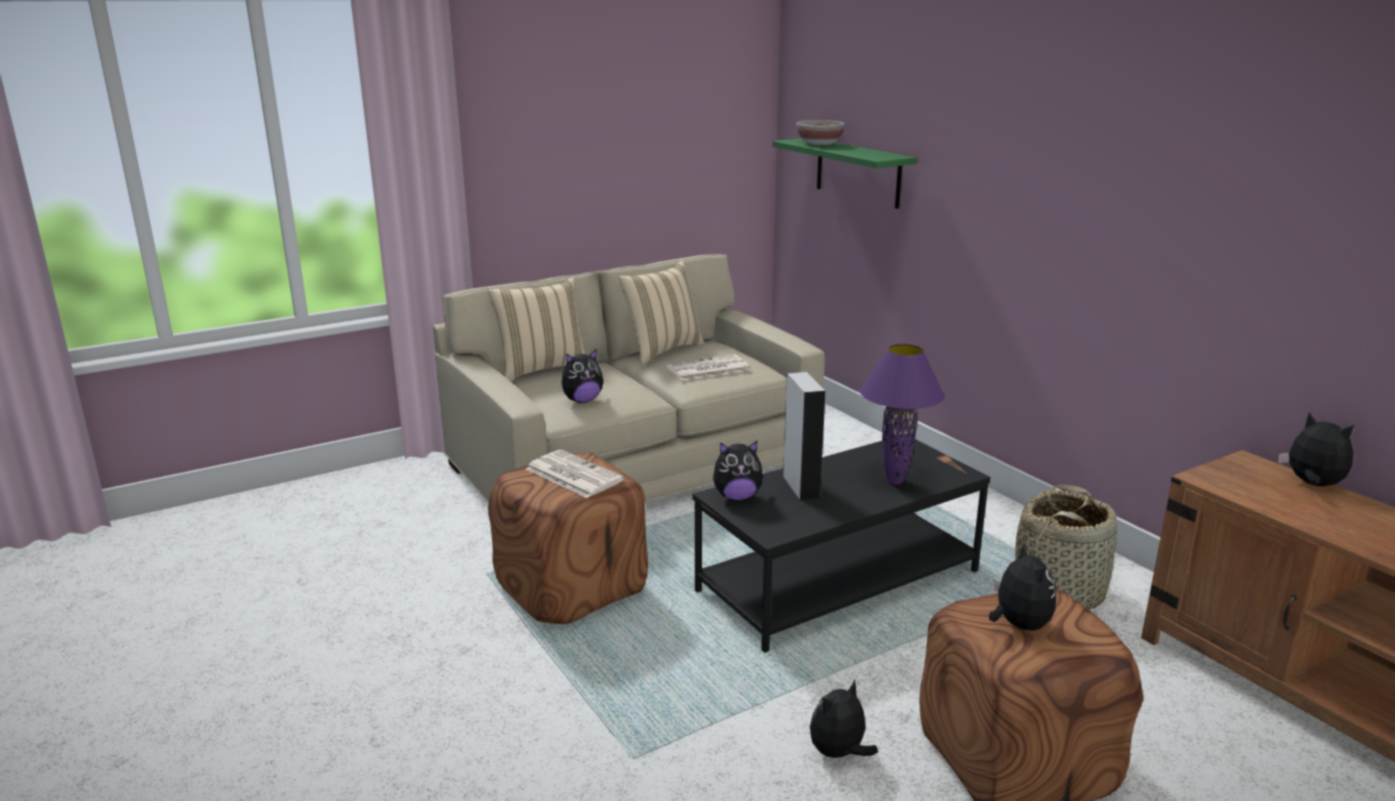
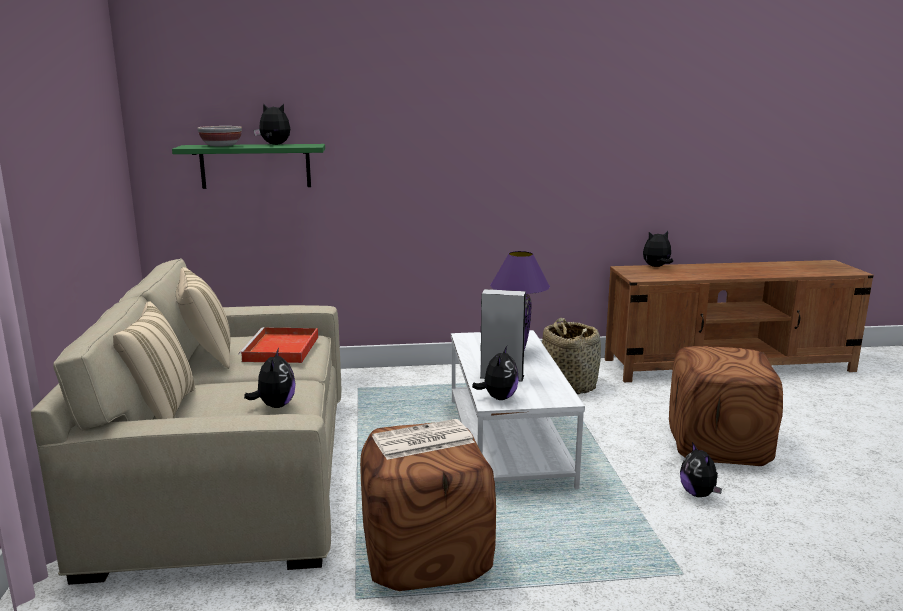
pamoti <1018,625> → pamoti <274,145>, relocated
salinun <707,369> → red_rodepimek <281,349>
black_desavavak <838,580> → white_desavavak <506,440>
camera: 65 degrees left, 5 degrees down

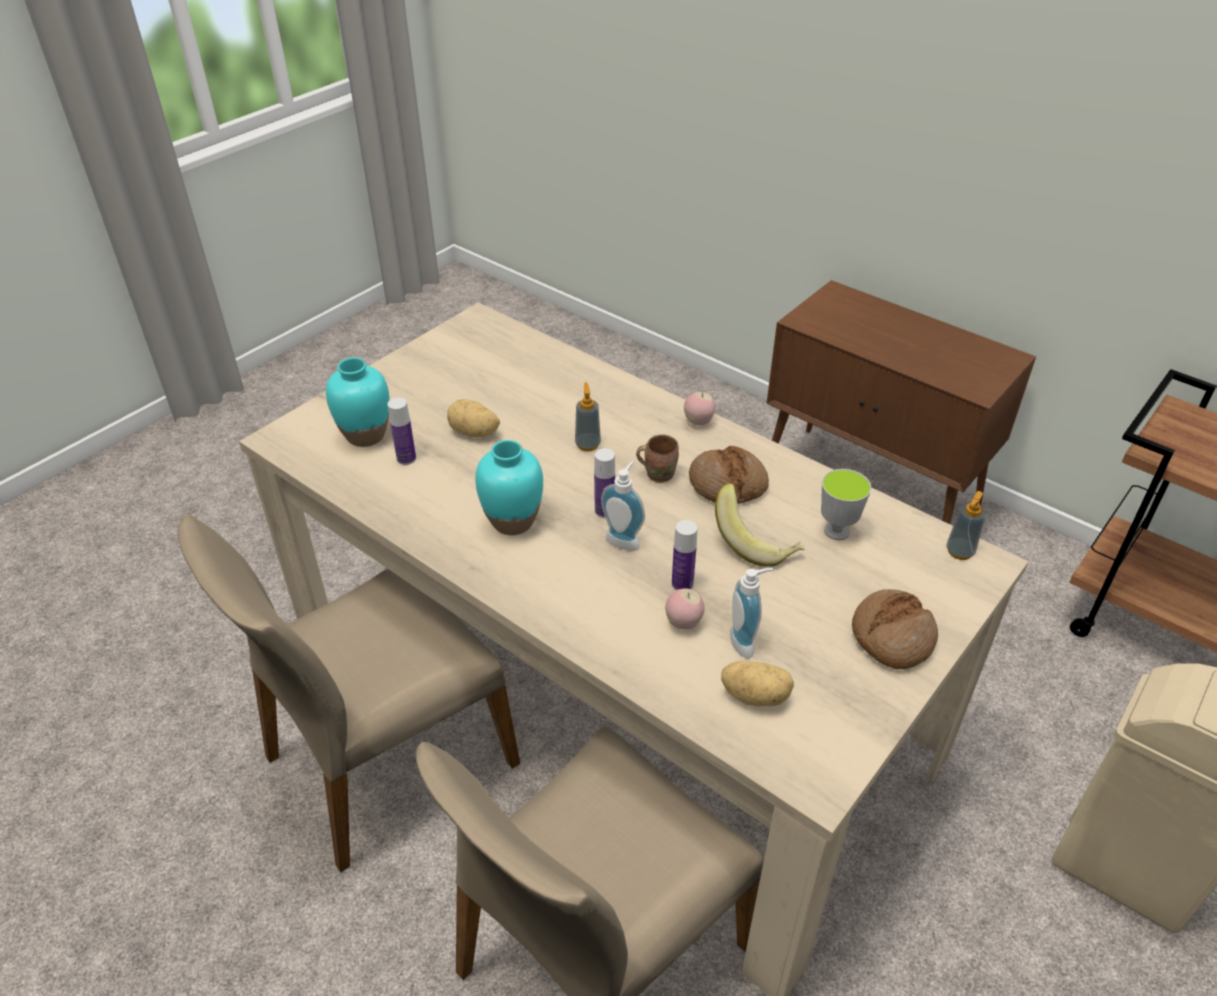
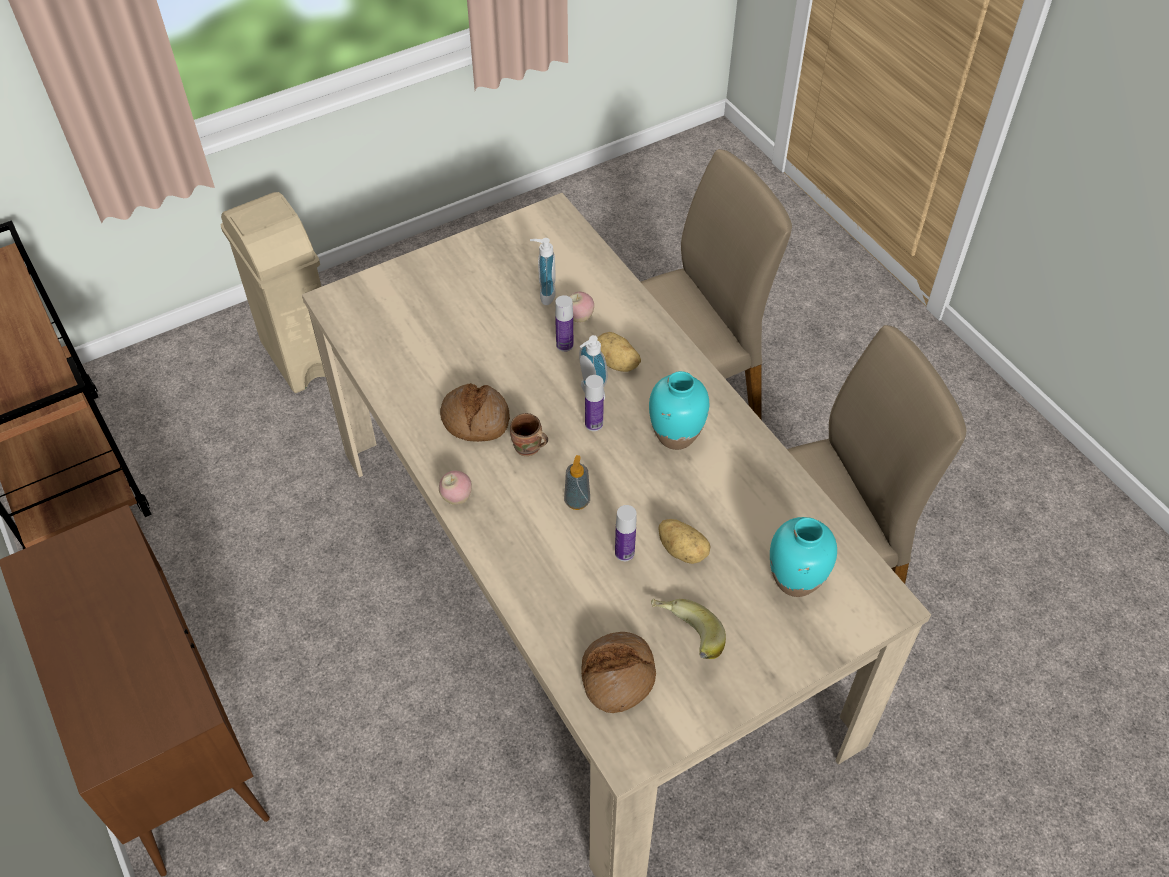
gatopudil <836,531> → -
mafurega <959,551> → -
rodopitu <406,458> → rodopitu <624,553>, relocated
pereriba <756,542> → pereriba <684,638>, relocated
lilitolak <755,695> → lilitolak <616,364>, relocated
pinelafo <891,636> → pinelafo <618,676>, relocated
camera: 160 degrees left, 10 degrees up

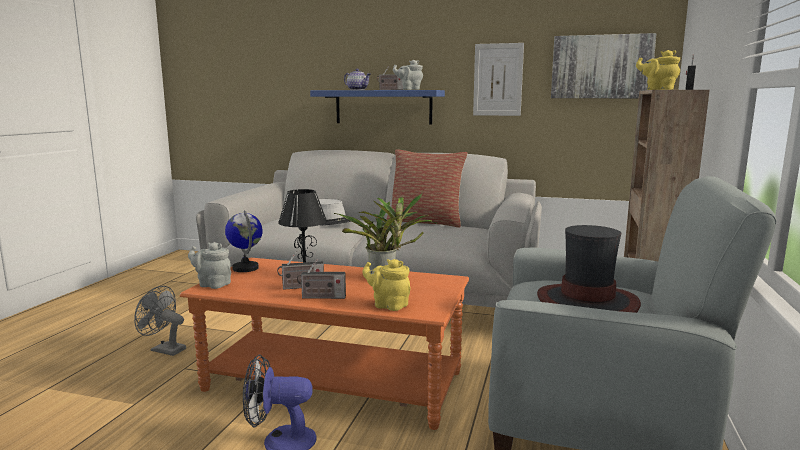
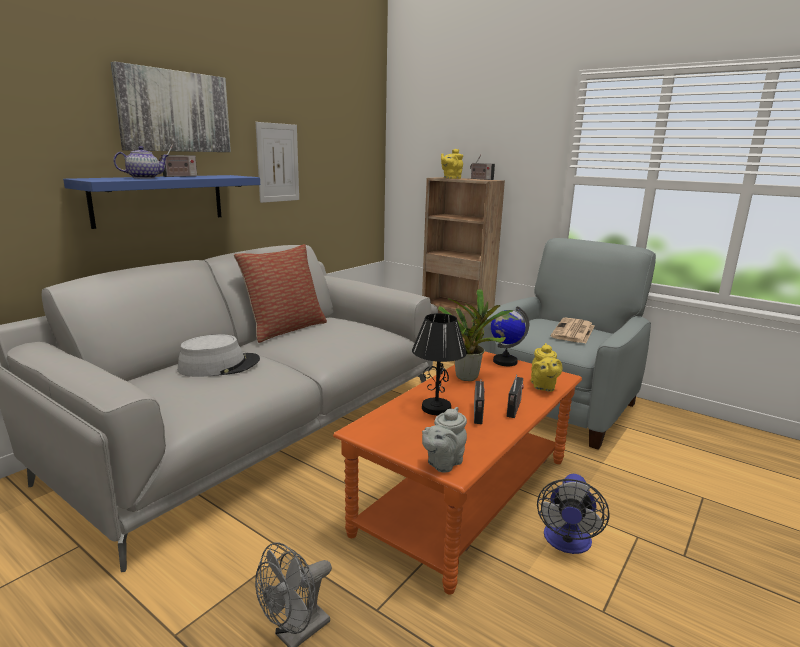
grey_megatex <409,89> → -
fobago <246,268> → fobago <504,361>, relocated
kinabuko <601,67> → kinabuko <174,111>, relocated
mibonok <587,303> → salinun <573,331>
yellow_megatex <388,305> → yellow_megatex <543,387>, 45 degrees counterclockwise
camera: 70 degrees left, 5 degrees up

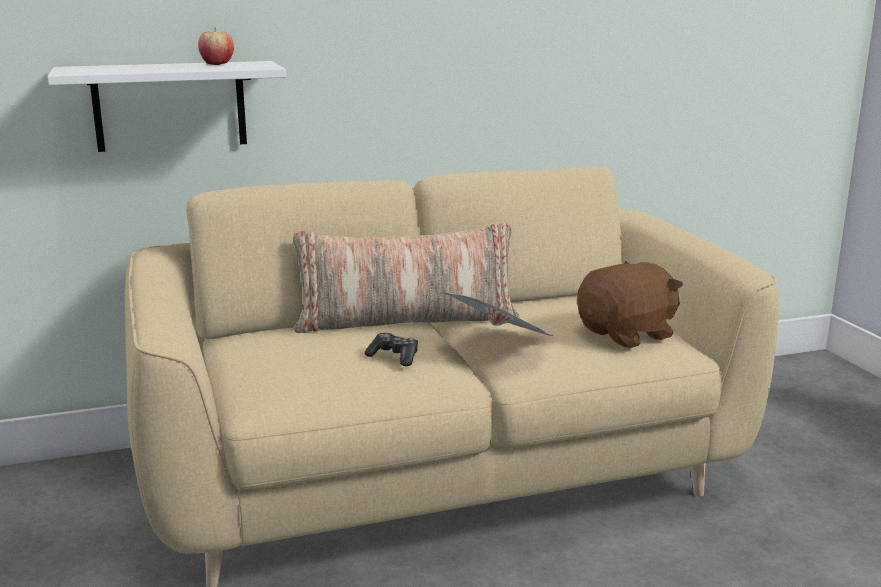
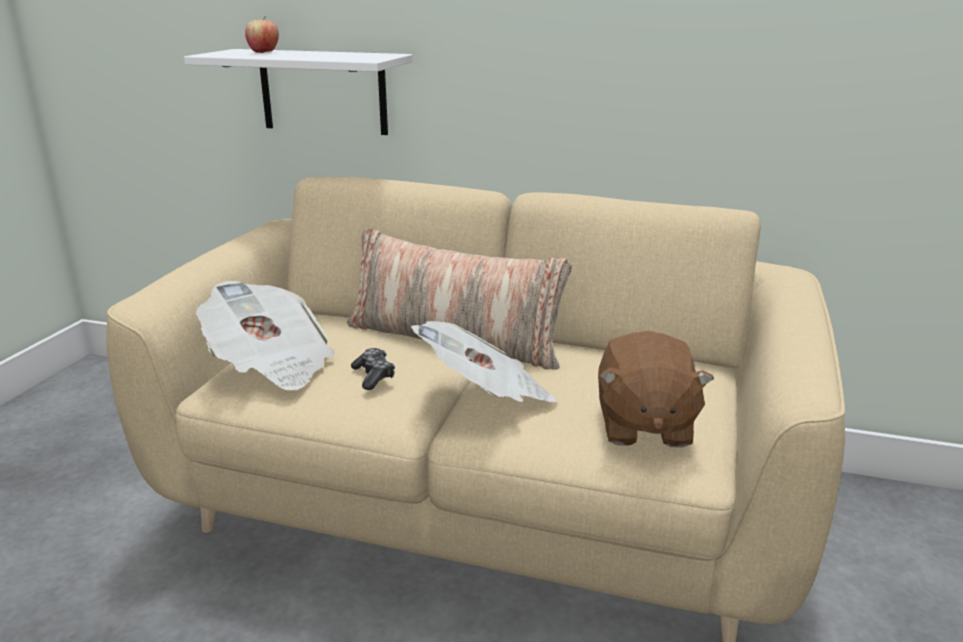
- → salinun <271,365>
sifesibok <217,64> → sifesibok <264,52>, relocated
brown_pamoti <628,334> → brown_pamoti <643,426>, 90 degrees clockwise
camera: 35 degrees right, 5 degrees up

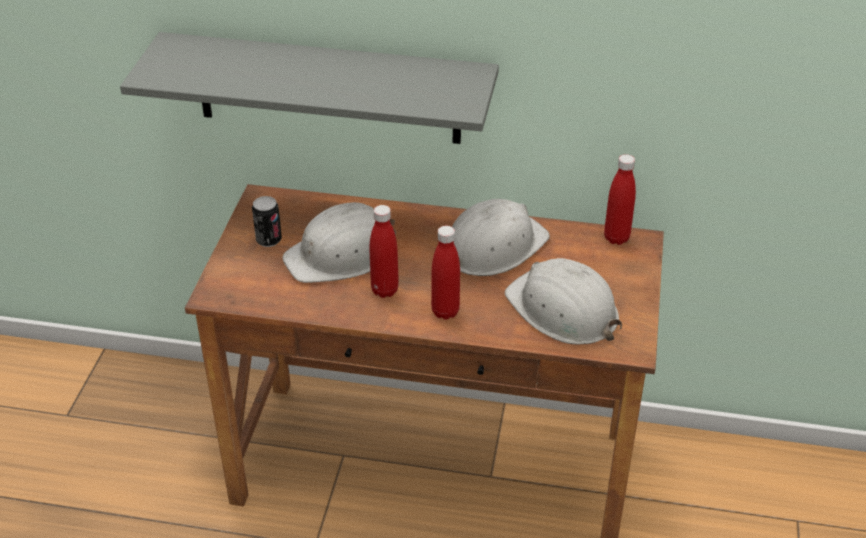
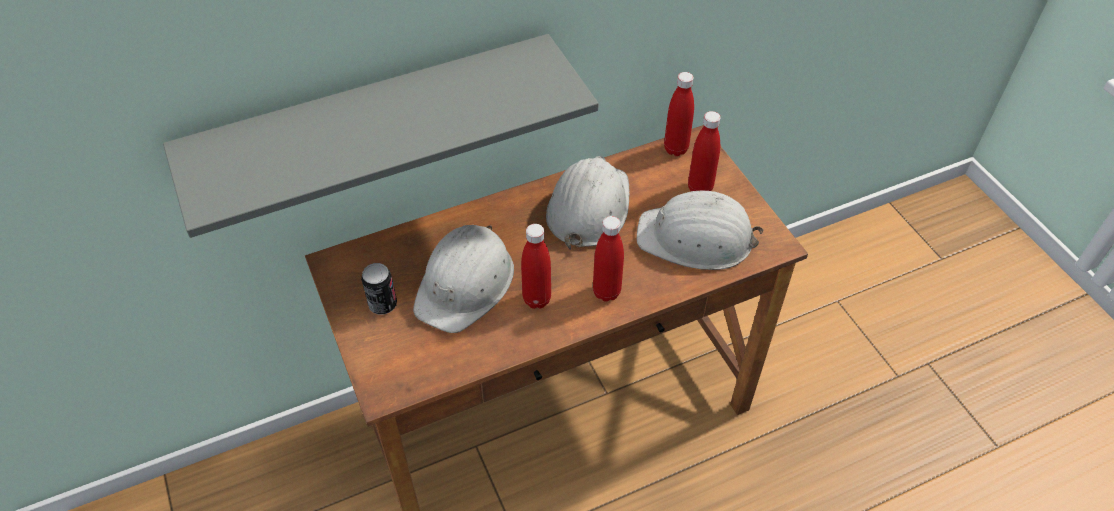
- → red_rodopitu <700,188>
camera: 35 degrees left, 10 degrees up

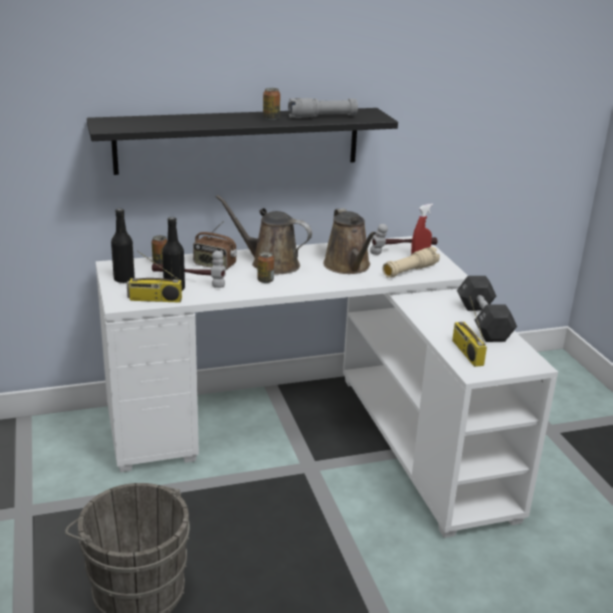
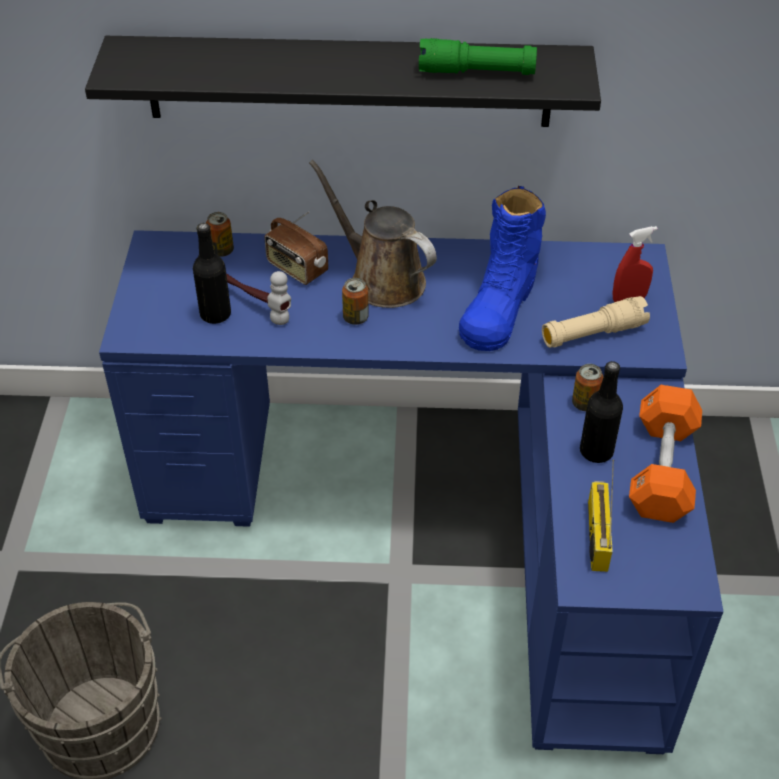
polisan <154,299> → -
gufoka <403,250> → -
black_rodopitu <124,279> → black_rodopitu <596,451>, relocated
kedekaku <271,118> → kedekaku <585,403>, relocated
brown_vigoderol <348,266> → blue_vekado <499,306>
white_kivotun <321,432> → blue_kivotun <443,514>
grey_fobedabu <322,117> → green_fobedabu <476,72>
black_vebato <483,322> → orange_vebato <662,469>
camera: 20 degrees right, 20 degrees up

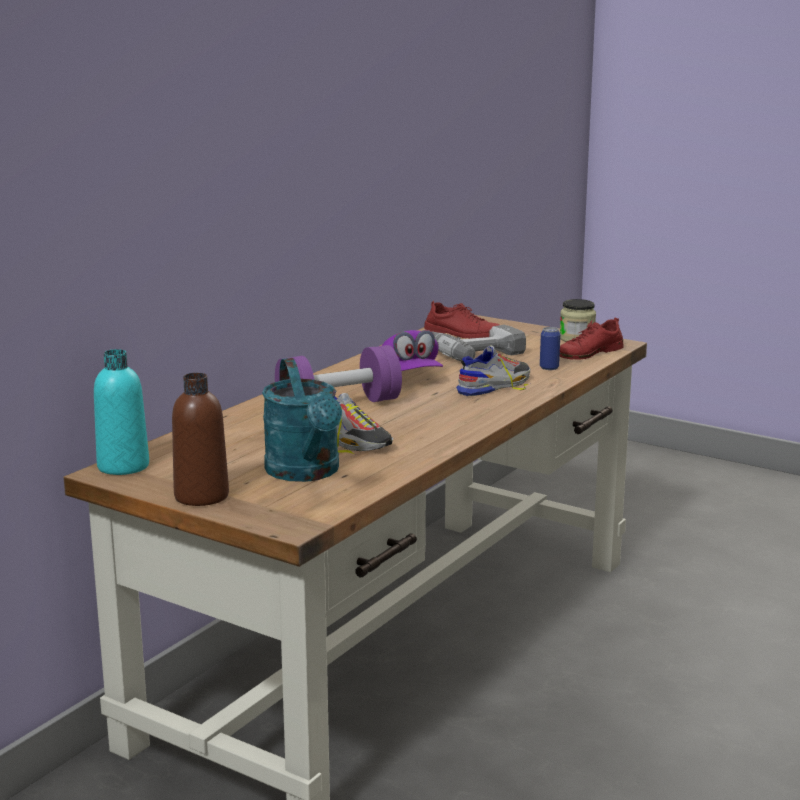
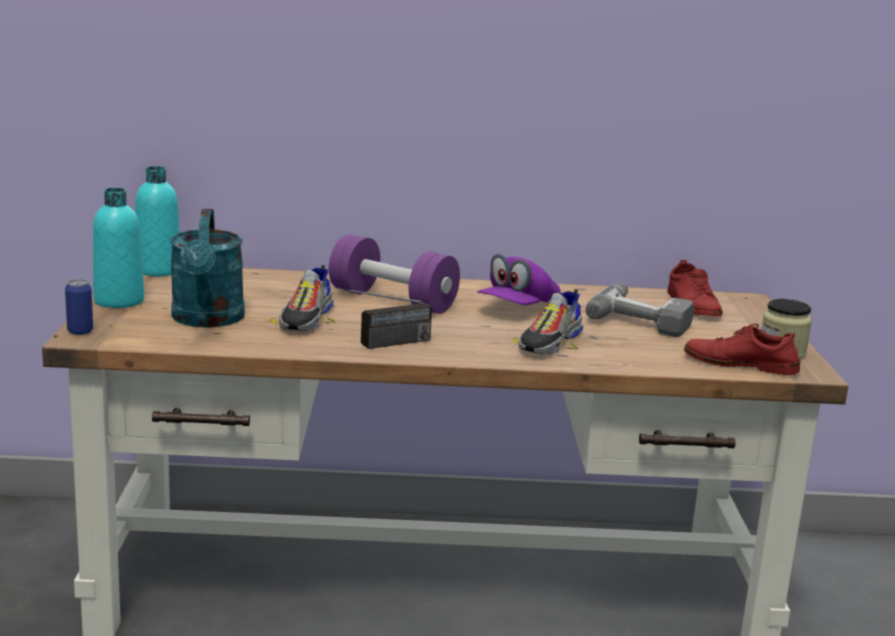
- → polisan <379,345>
kedekaku <549,368> → kedekaku <80,331>, relocated
brown_rodopitu <201,496> → turquoise_rodopitu <119,301>
turquoise_vigoderol <306,473> → turquoise_vigoderol <207,320>, 45 degrees counterclockwise
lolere <494,385> → lolere <550,342>, 105 degrees clockwise
camera: 55 degrees right, 0 degrees up

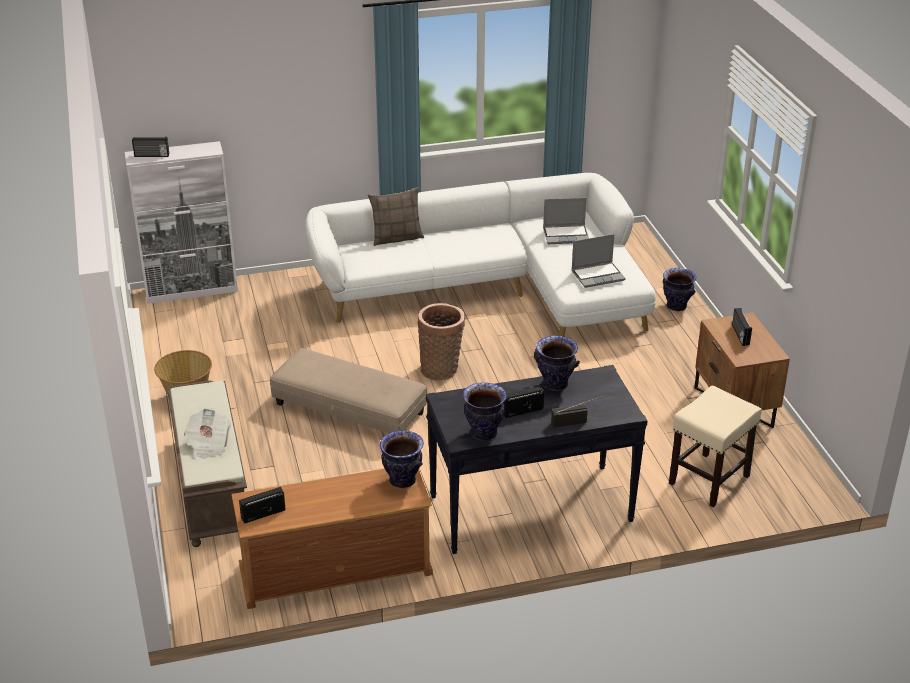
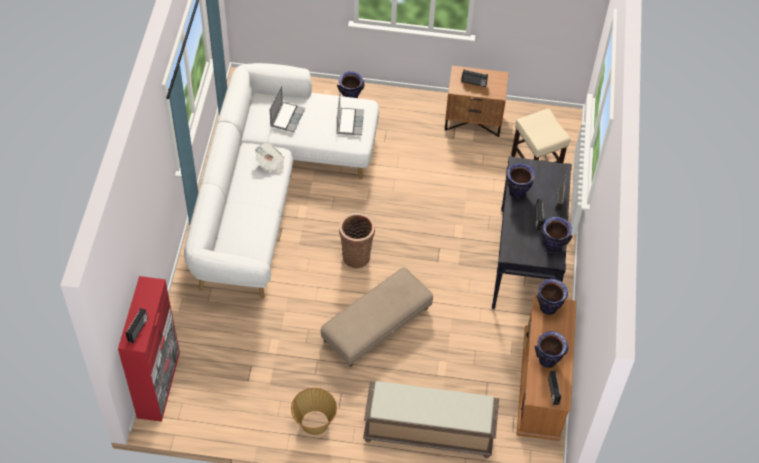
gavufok <396,238> → -
- → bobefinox <547,360>
salinun <208,444> → salinun <270,163>, relocated
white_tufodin <192,290> → red_tufodin <159,384>
camera: 70 degrees left, 20 degrees up

